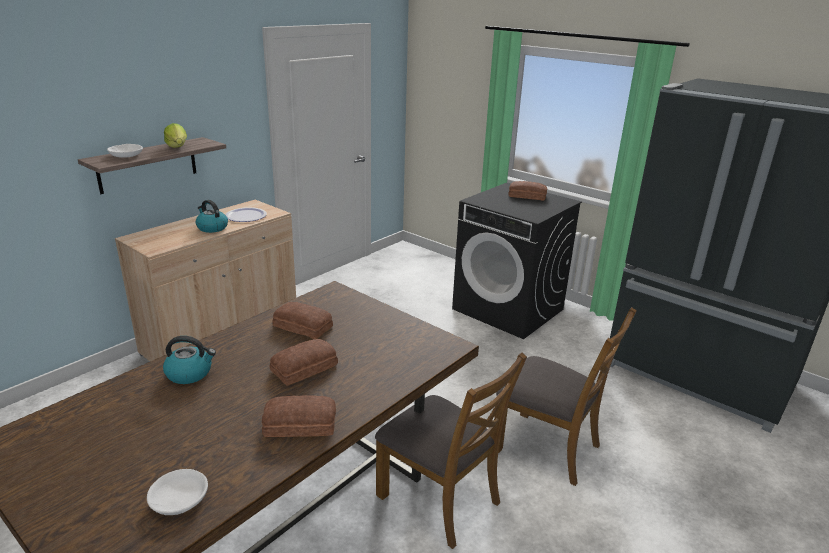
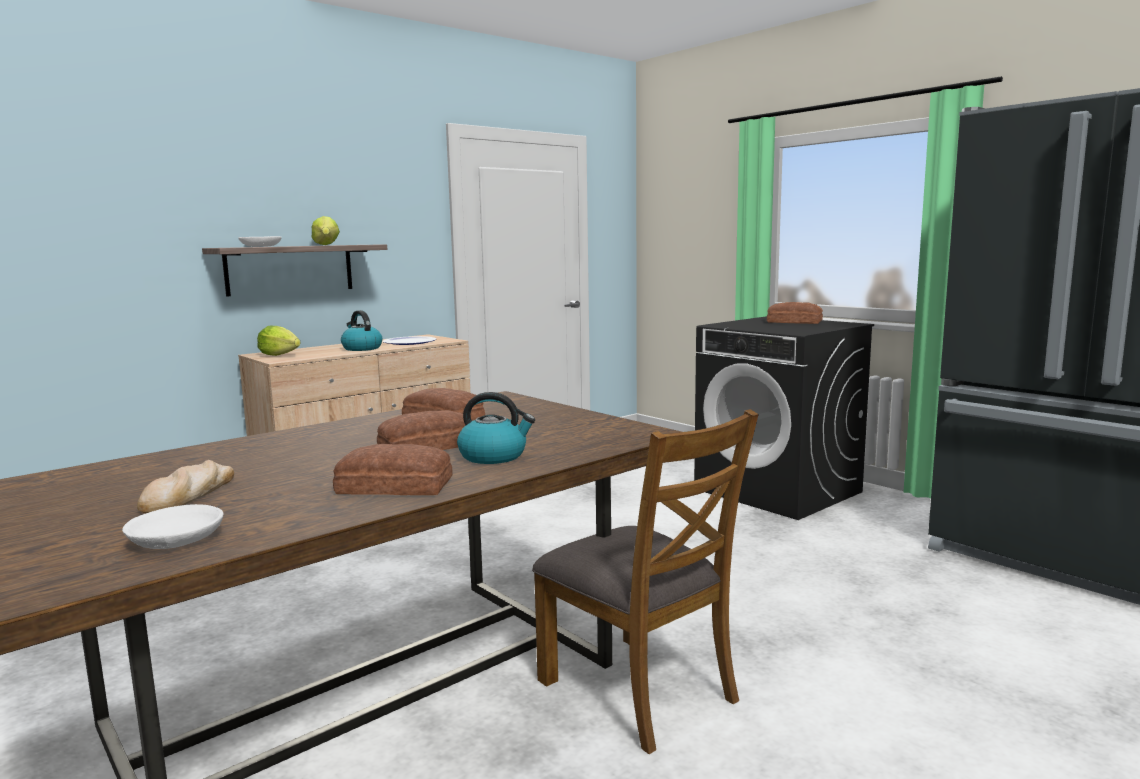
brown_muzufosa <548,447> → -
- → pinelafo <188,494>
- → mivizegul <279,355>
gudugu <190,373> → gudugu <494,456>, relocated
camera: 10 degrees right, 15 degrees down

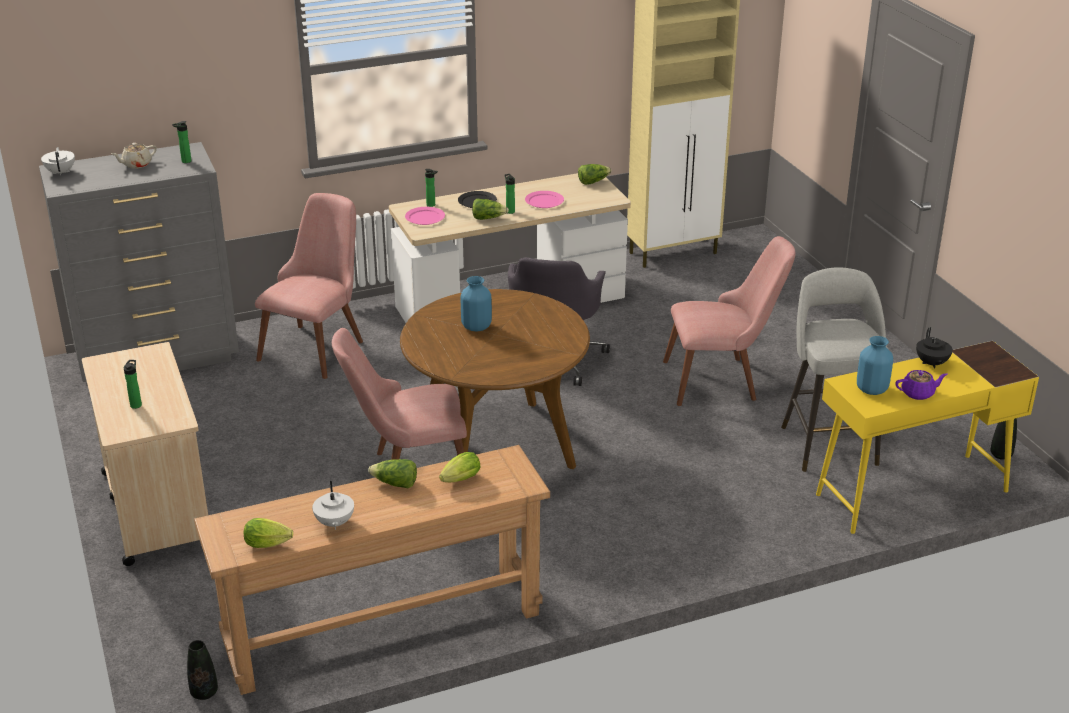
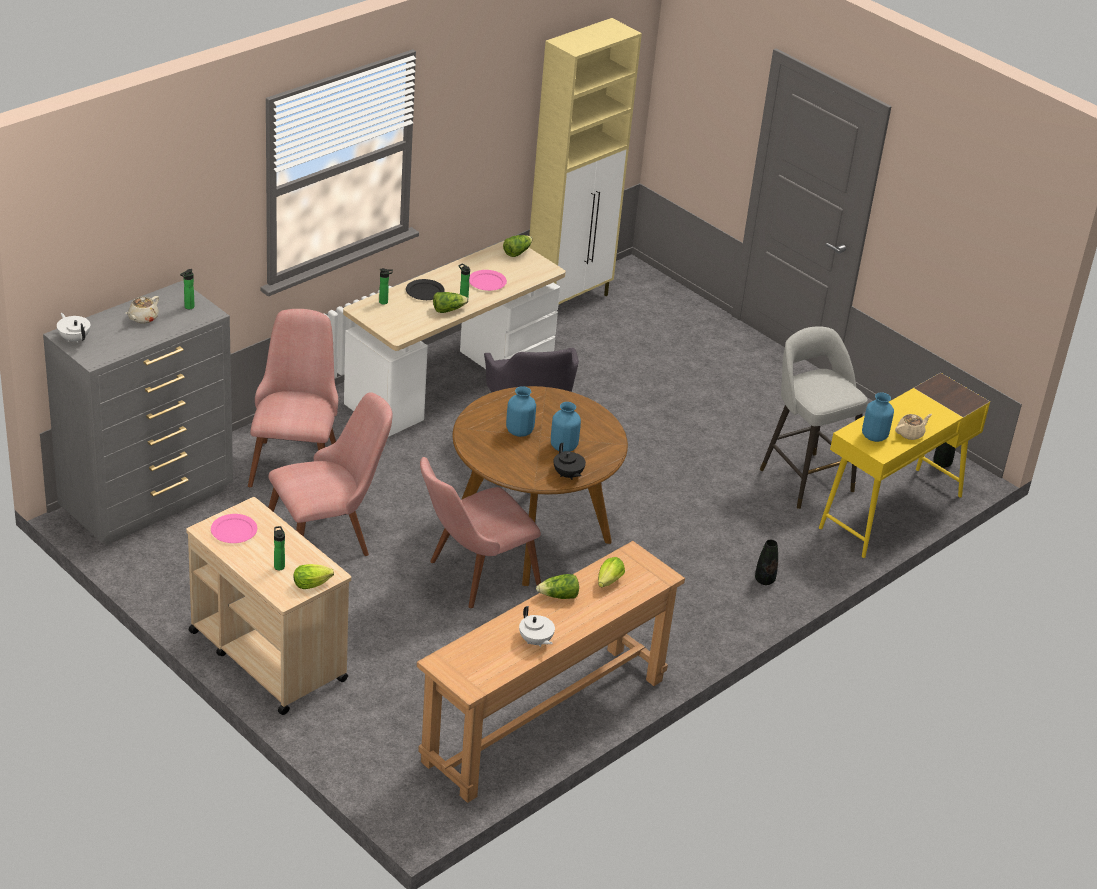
- → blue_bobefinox <563,447>
black_bobefinox <204,693> → black_bobefinox <764,580>, relocated
mivizegul <270,544> → mivizegul <313,584>, relocated
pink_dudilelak <424,218> → pink_dudilelak <233,531>, relocated
pink_muzufosa <722,379> → pink_muzufosa <329,537>, relocated
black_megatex <931,363> → black_megatex <568,475>, relocated
purple_megatex <918,393> → beige_megatex <910,433>
camera: 25 degrees left, 5 degrees up

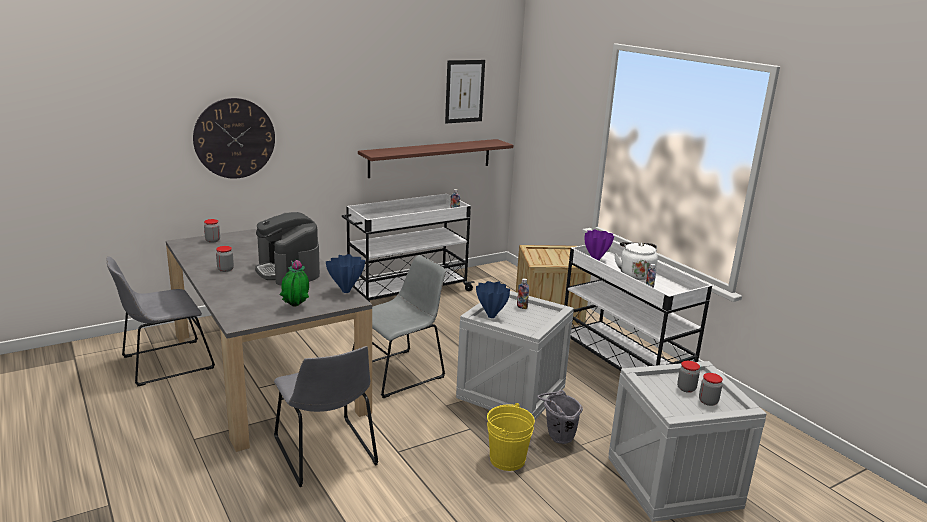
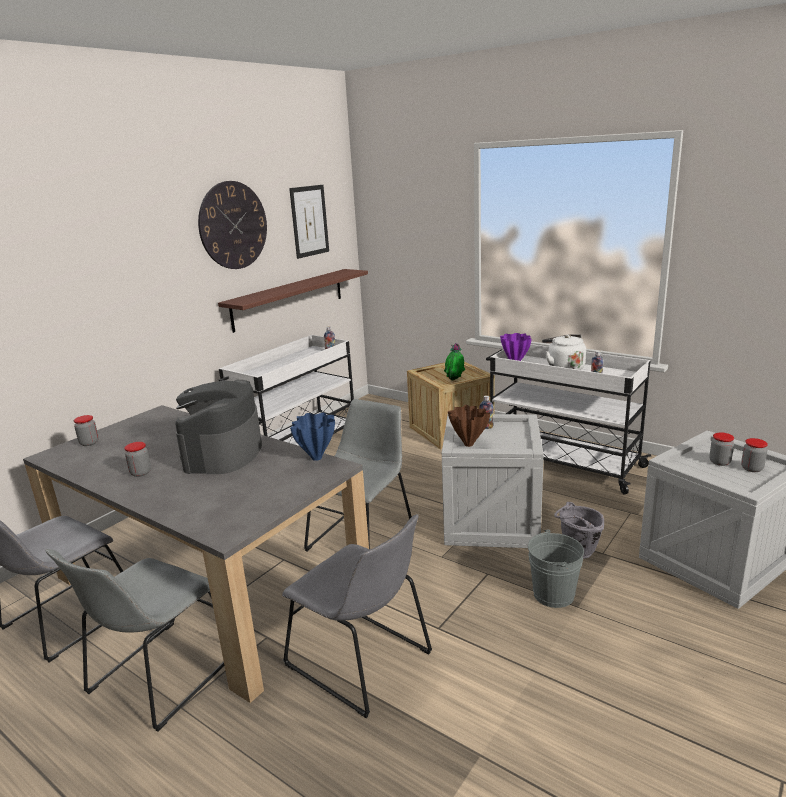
- → grey_muzufosa <160,676>
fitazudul <234,138> → fitazudul <233,225>, relocated
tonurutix <295,307> → tonurutix <454,380>, relocated
blue_bobefinox <491,316> → brown_bobefinox <468,444>
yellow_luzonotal <507,459> → grey_luzonotal <553,594>
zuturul <288,270> → zuturul <223,453>, 60 degrees clockwise
camera: 20 degrees left, 0 degrees up

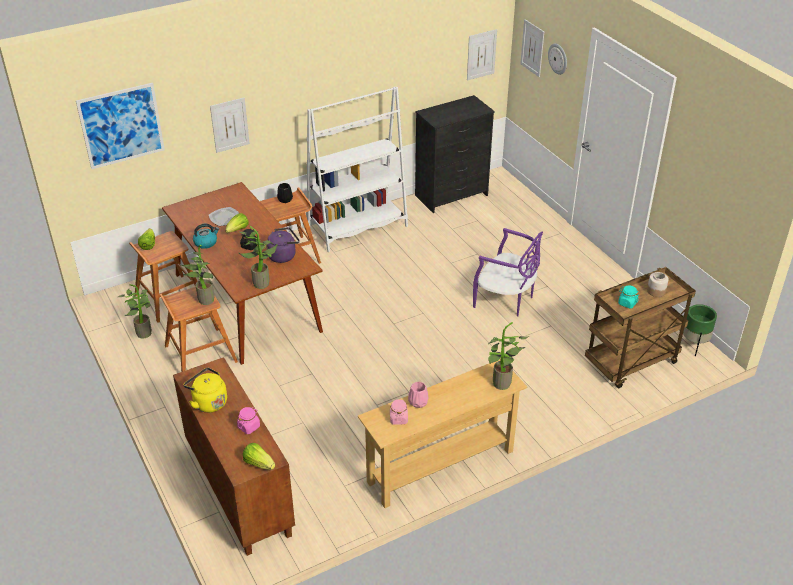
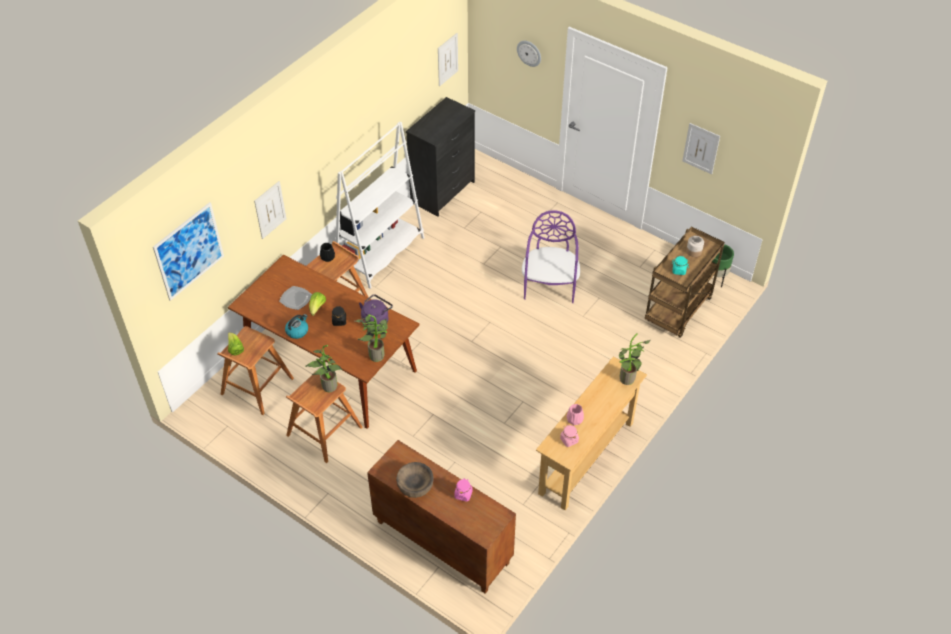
tonurutix <143,332> → -
mivizegul <259,463> → -
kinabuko <532,48> → kinabuko <701,148>, relocated
yellow_gudugu <208,402> → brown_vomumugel <415,485>
purple_muzufosa <505,300> → purple_muzufosa <550,285>, 90 degrees counterclockwise
camera: 25 degrees left, 10 degrees up

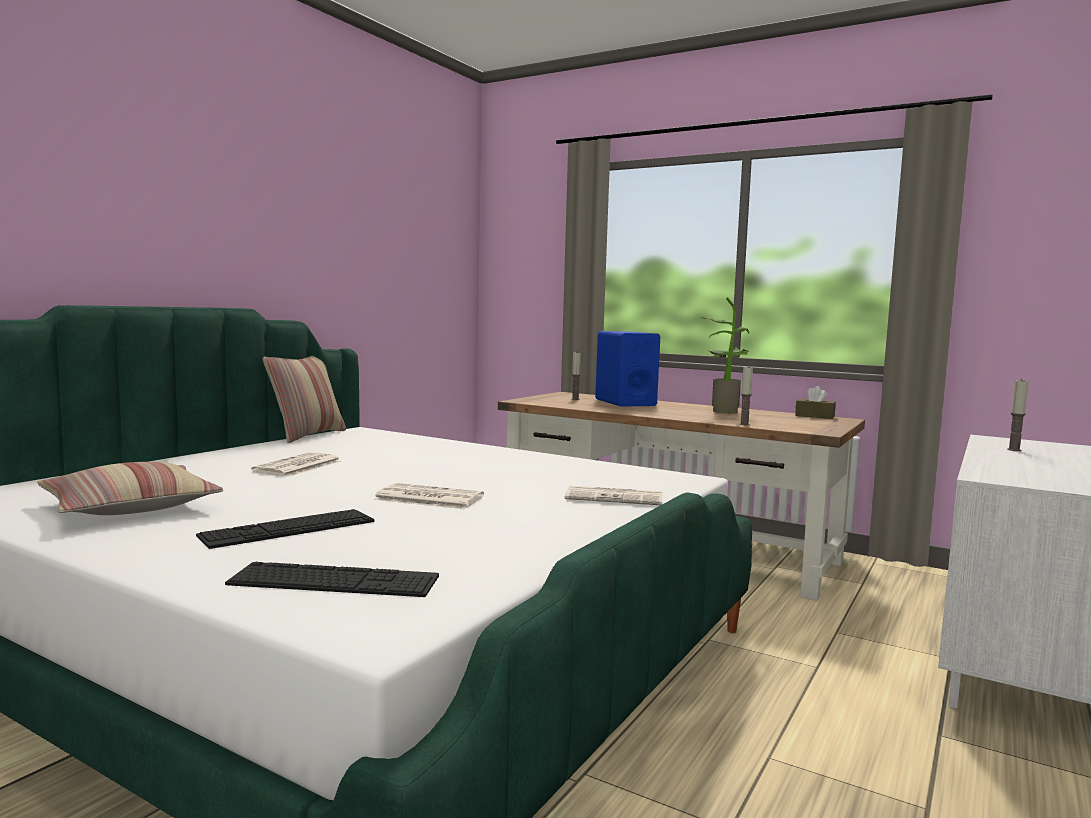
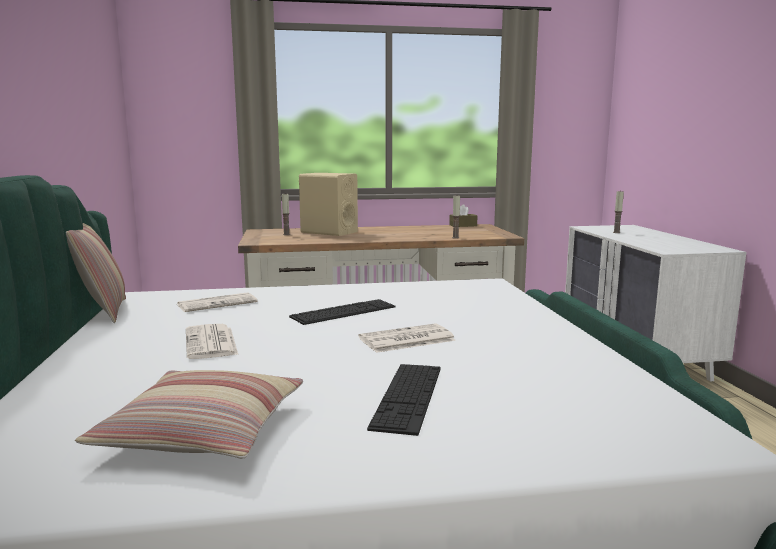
tonurutix <723,411> → -
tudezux <334,580> → tudezux <344,312>, relocated
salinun <616,497> → salinun <218,303>, relocated
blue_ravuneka <625,402> → beige_ravuneka <329,232>
camera: 40 degrees left, 5 degrees up

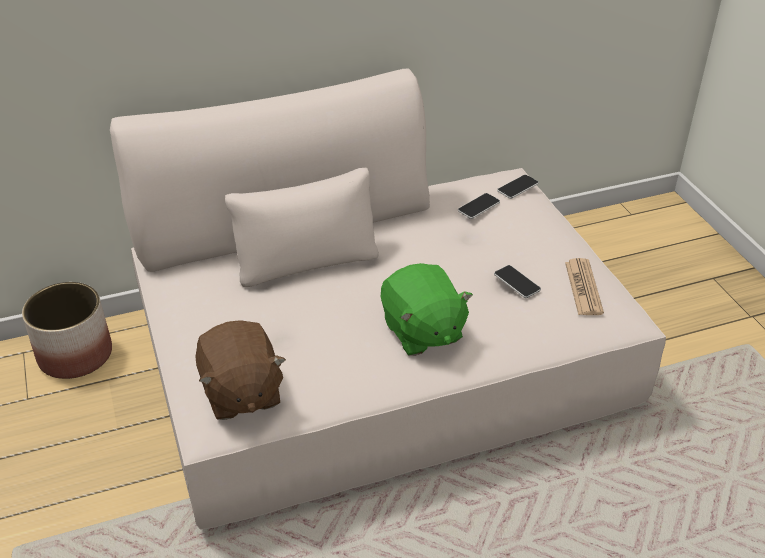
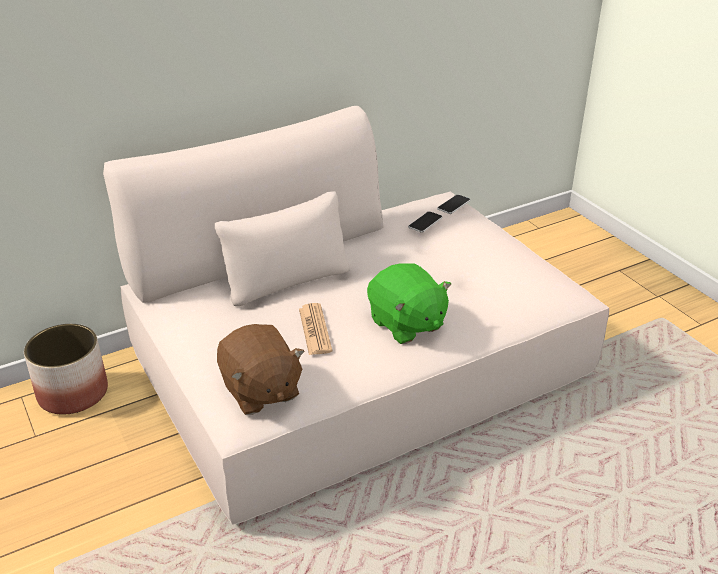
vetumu <517,282> → -
salinun <583,288> → salinun <315,330>, relocated
camera: 10 degrees left, 5 degrees down

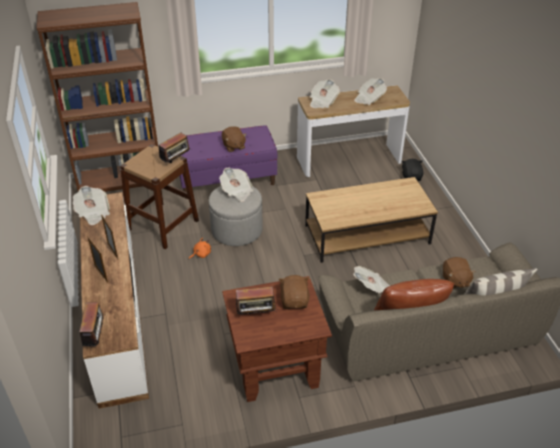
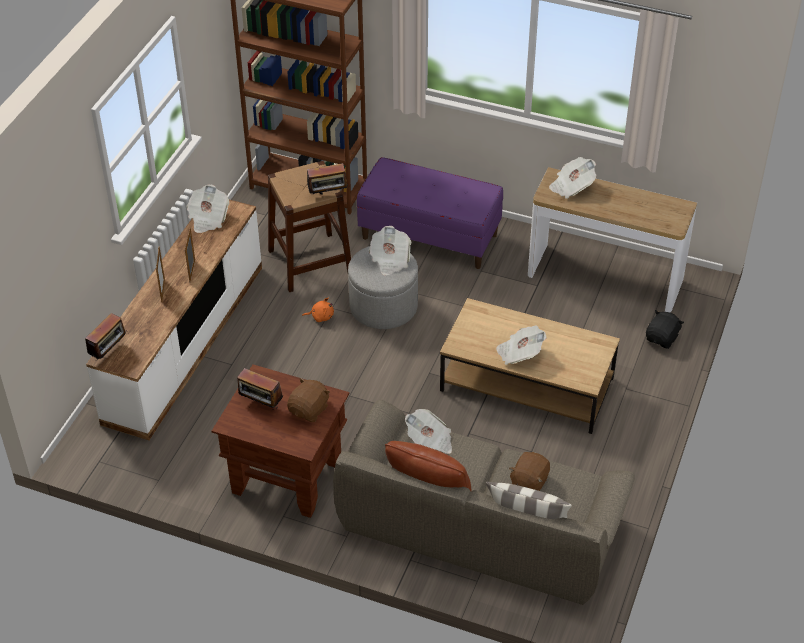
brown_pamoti <233,146> → -
salinun <369,99> → salinun <519,353>, relocated
camera: 35 degrees right, 5 degrees up

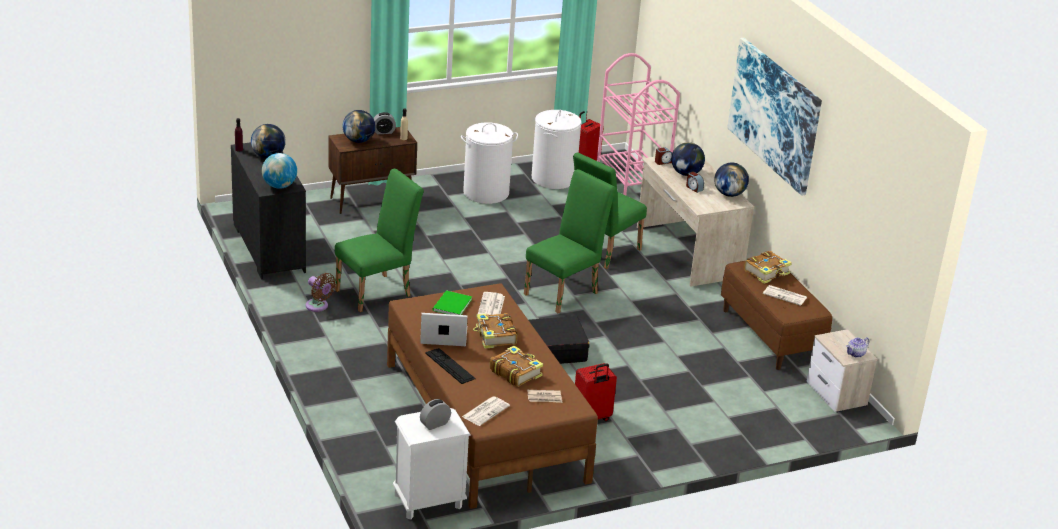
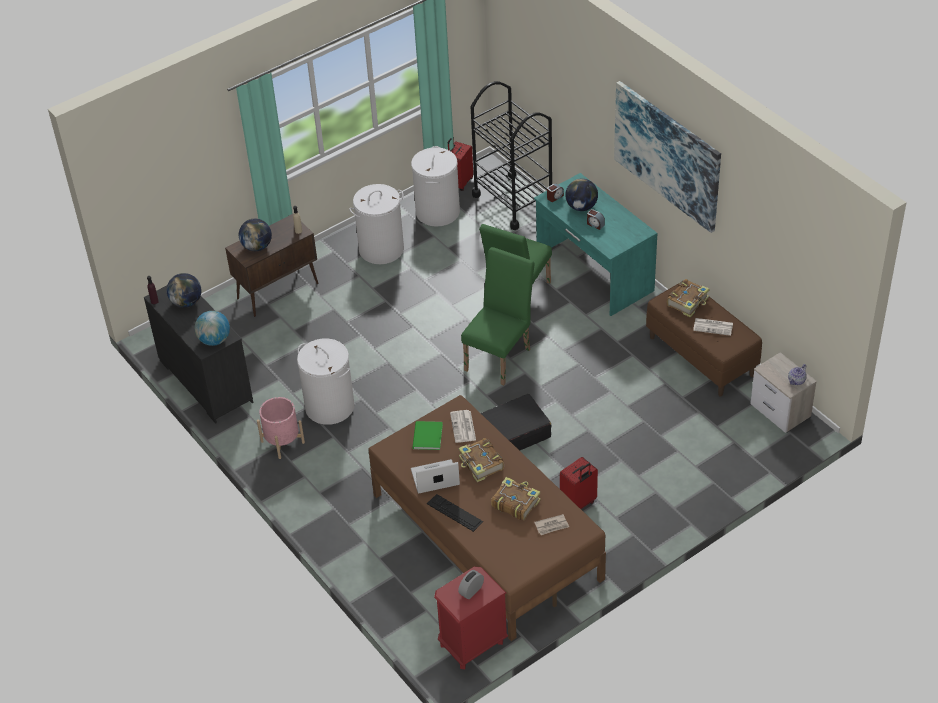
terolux <383,132> → -
salinun <485,411> → -
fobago <729,194> → -
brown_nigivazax <318,306> → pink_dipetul <282,442>
green_muzufosa <378,291> → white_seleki <330,406>
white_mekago <428,501> → red_mekago <472,644>
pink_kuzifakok <631,186> → black_kuzifakok <513,201>
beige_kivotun <687,252> → turquoise_kivotun <593,272>
camera: 10 degrees left, 15 degrees up

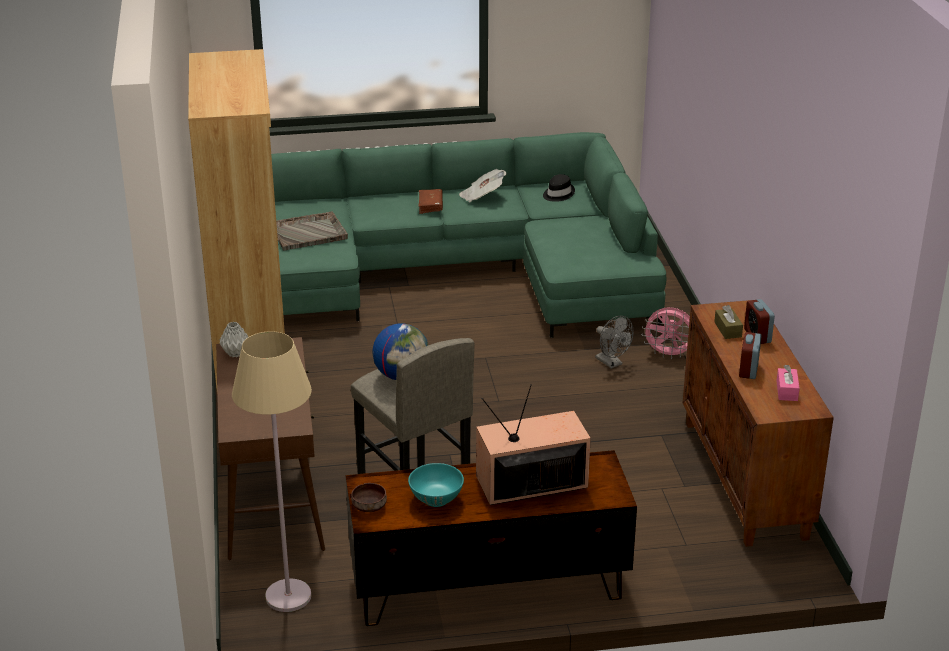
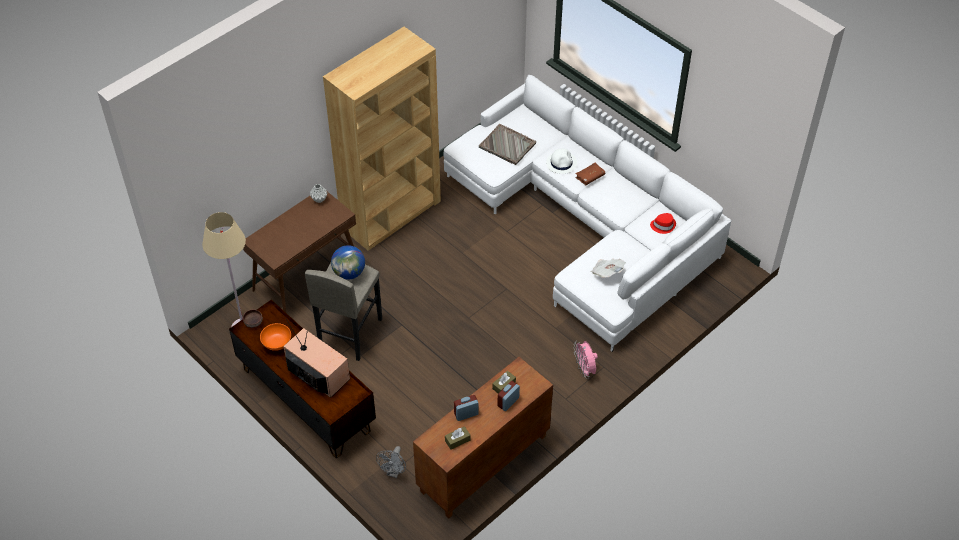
- → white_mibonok <561,163>
salinun <482,196> → salinun <607,272>, relocated
grey_nigivazax <612,363> → grey_nigivazax <394,472>, relocated
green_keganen <454,272> → white_keganen <586,223>
turquoise_vomumugel <436,499> → orange_vomumugel <277,343>
black_mibonok <558,194> → red_mibonok <663,225>
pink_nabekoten <787,391> → brown_nabekoten <457,440>
camera: 55 degrees right, 20 degrees up

